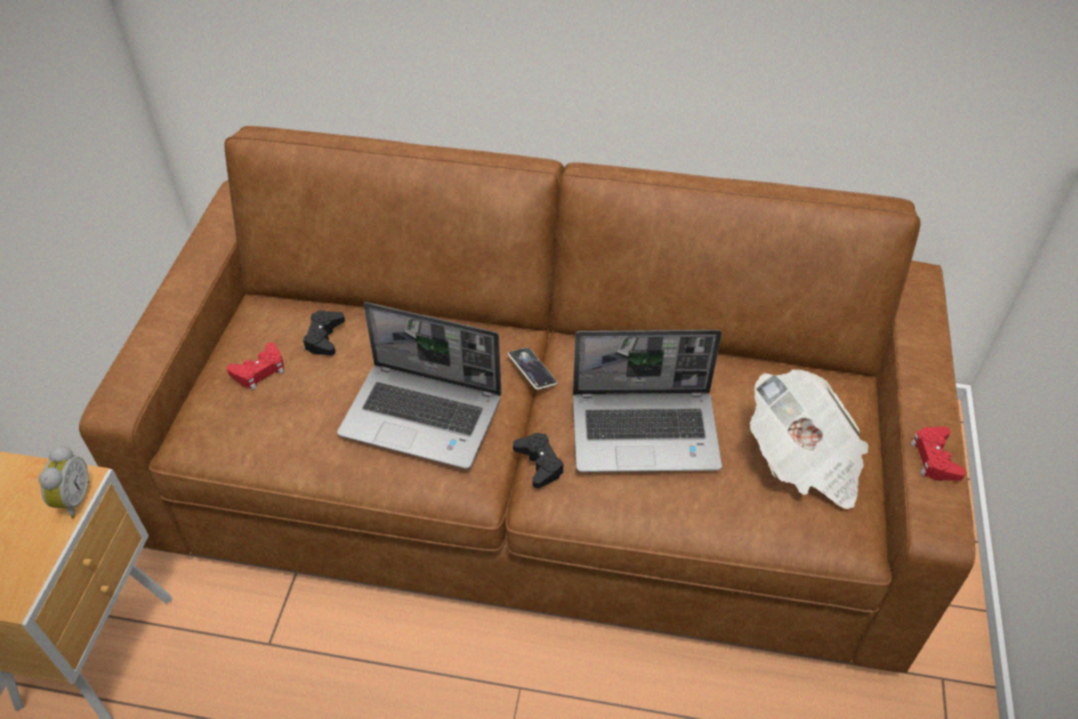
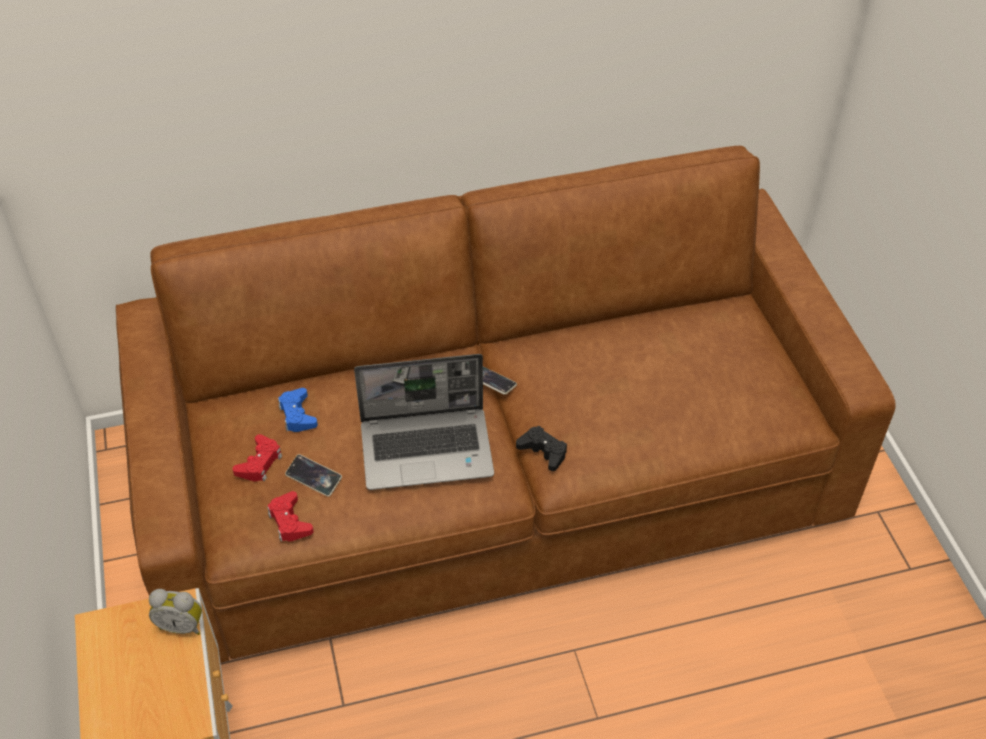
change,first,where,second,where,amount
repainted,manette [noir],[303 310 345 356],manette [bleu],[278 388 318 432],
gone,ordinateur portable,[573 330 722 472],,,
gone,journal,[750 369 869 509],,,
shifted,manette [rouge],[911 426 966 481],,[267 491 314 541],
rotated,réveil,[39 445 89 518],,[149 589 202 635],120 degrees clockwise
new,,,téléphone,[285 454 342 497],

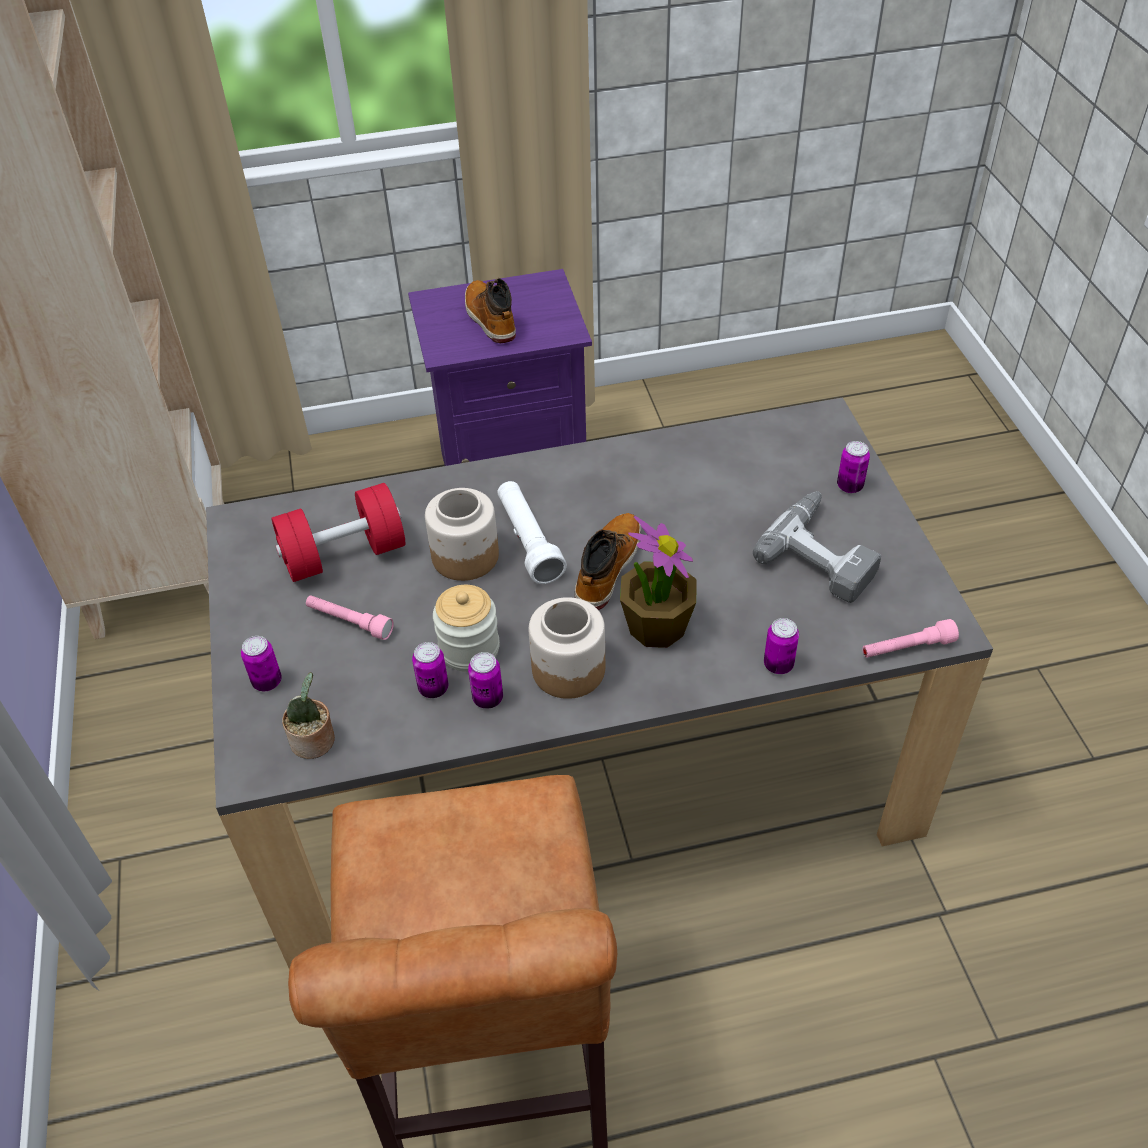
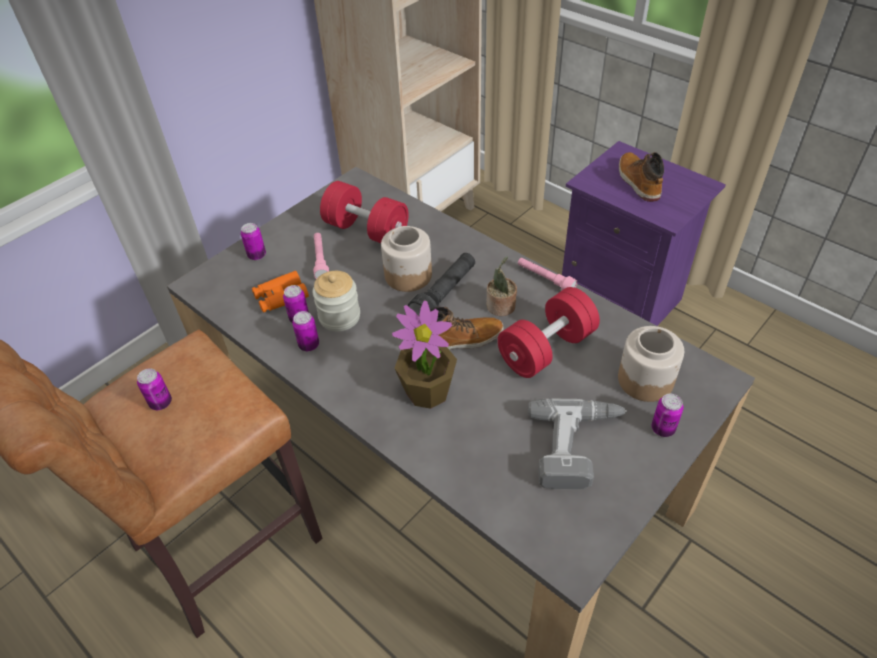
change,first,where,second,where,amount
rotated,botte,[465 278 516 343],,[619 152 664 202],45 degrees counterclockwise
repainted,lampe de poche [blanc],[497 481 567 584],lampe de poche [noir],[408 253 475 316],
shifted,bocal,[529 597 605 699],,[618 326 684 402],
shifted,boîte métallique,[764 618 799 674],,[137 368 172 410],
shifted,lampe de poche [rose],[862 619 959 658],,[518 258 577 290],
shifted,plante en pot,[282 672 335 759],,[486 256 517 316],
new,,,jumelles [orange],[252 271 309 313],
new,,,haltère [rouge],[497 287 600 378],

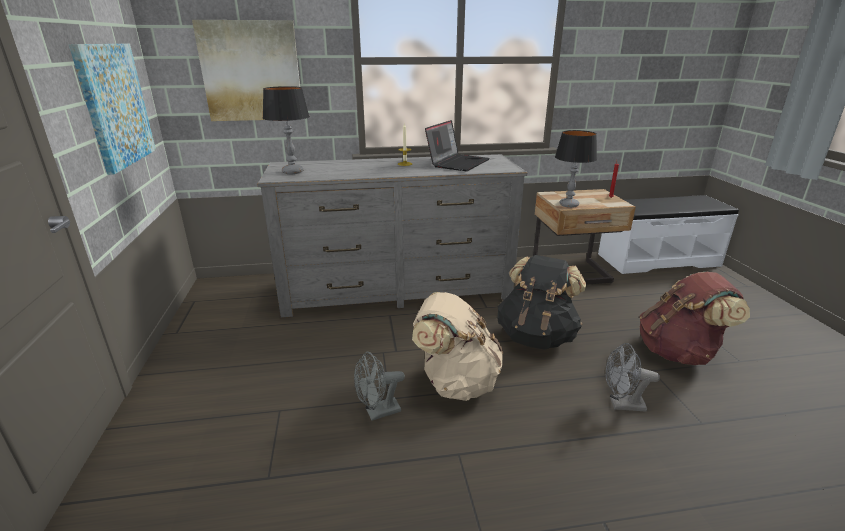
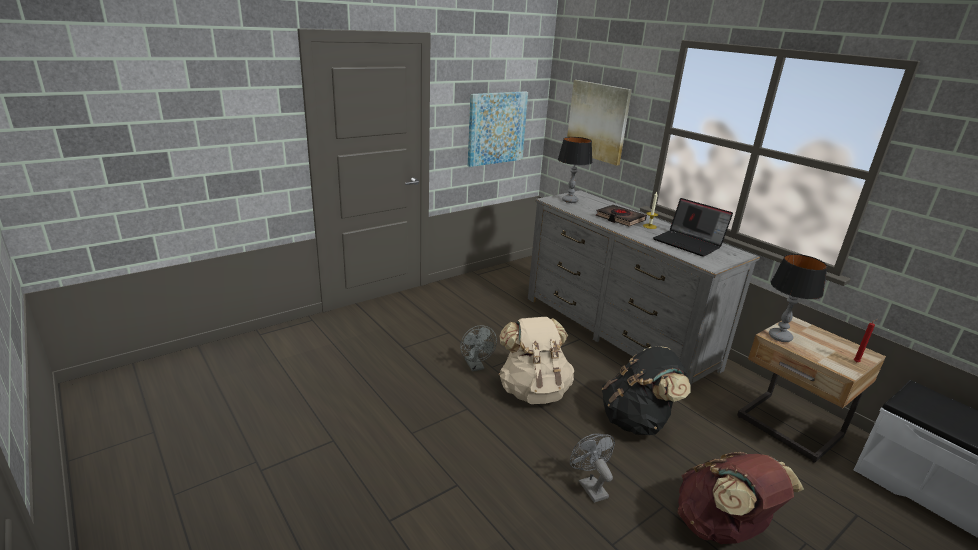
change,first,where,second,where,amount
rotated,ordinateur portable,[425 120 490 171],,[653 198 733 257],45 degrees clockwise
rotated,ventilateur [gris],[354 352 405 421],,[460 325 497 371],150 degrees counterclockwise
new,,,livre [noir],[596 205 647 227],

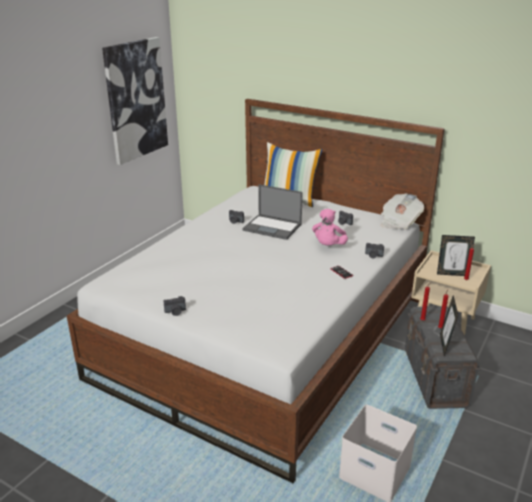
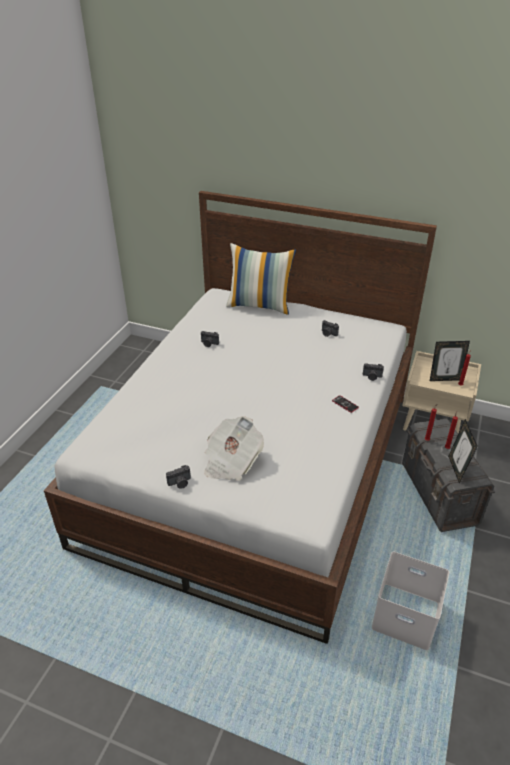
change,first,where,second,where,amount
gone,tableau,[102 37 168 165],,,
gone,ordinateur portable,[243 184 303 240],,,
shifted,journal,[381 194 424 229],,[204 416 264 481],
gone,peluche [rose],[312 209 348 246],,,

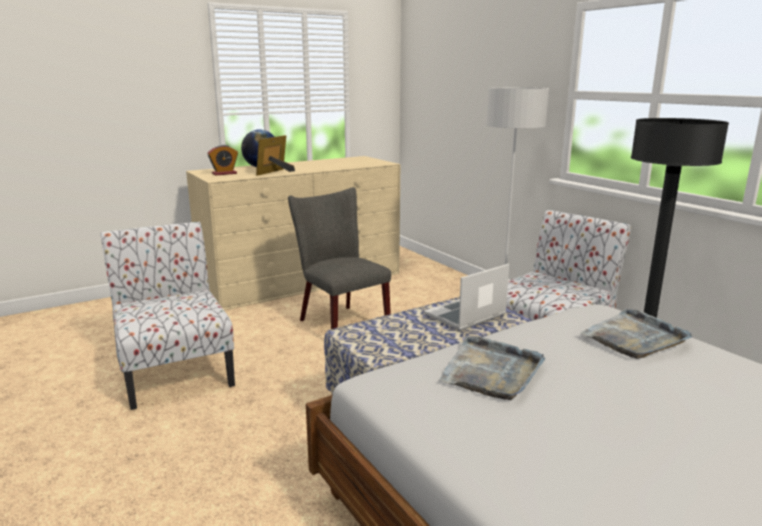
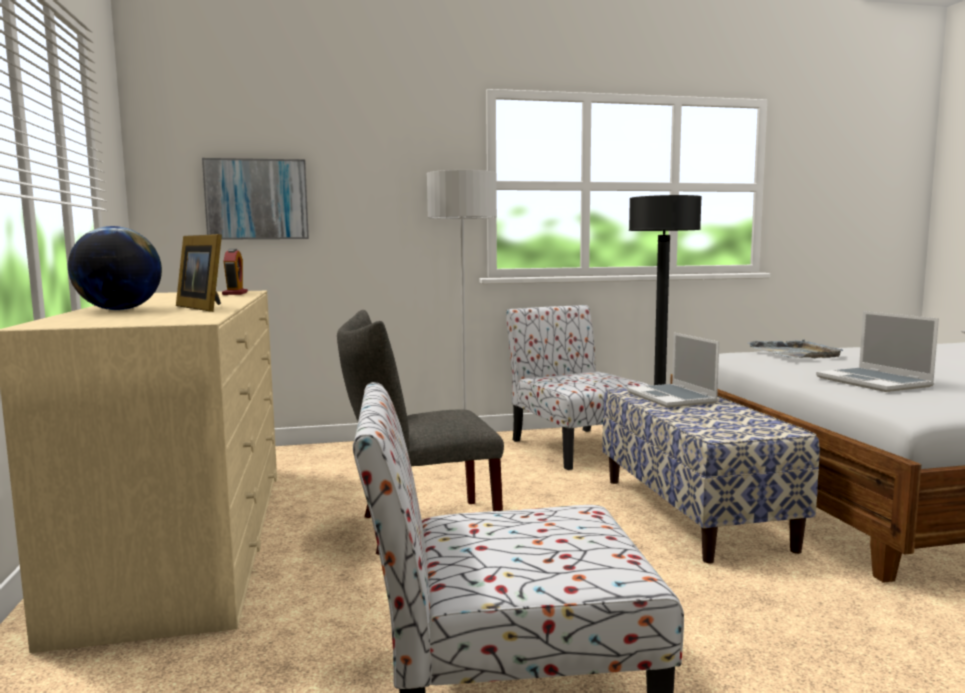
change,first,where,second,where,amount
shifted,réveil,[207 145 238 176],,[222 249 248 295],
swapped,plateau [gris],[439 335 545 400],ordinateur portable,[816 311 939 392],
new,,,tableau,[202 158 309 240],

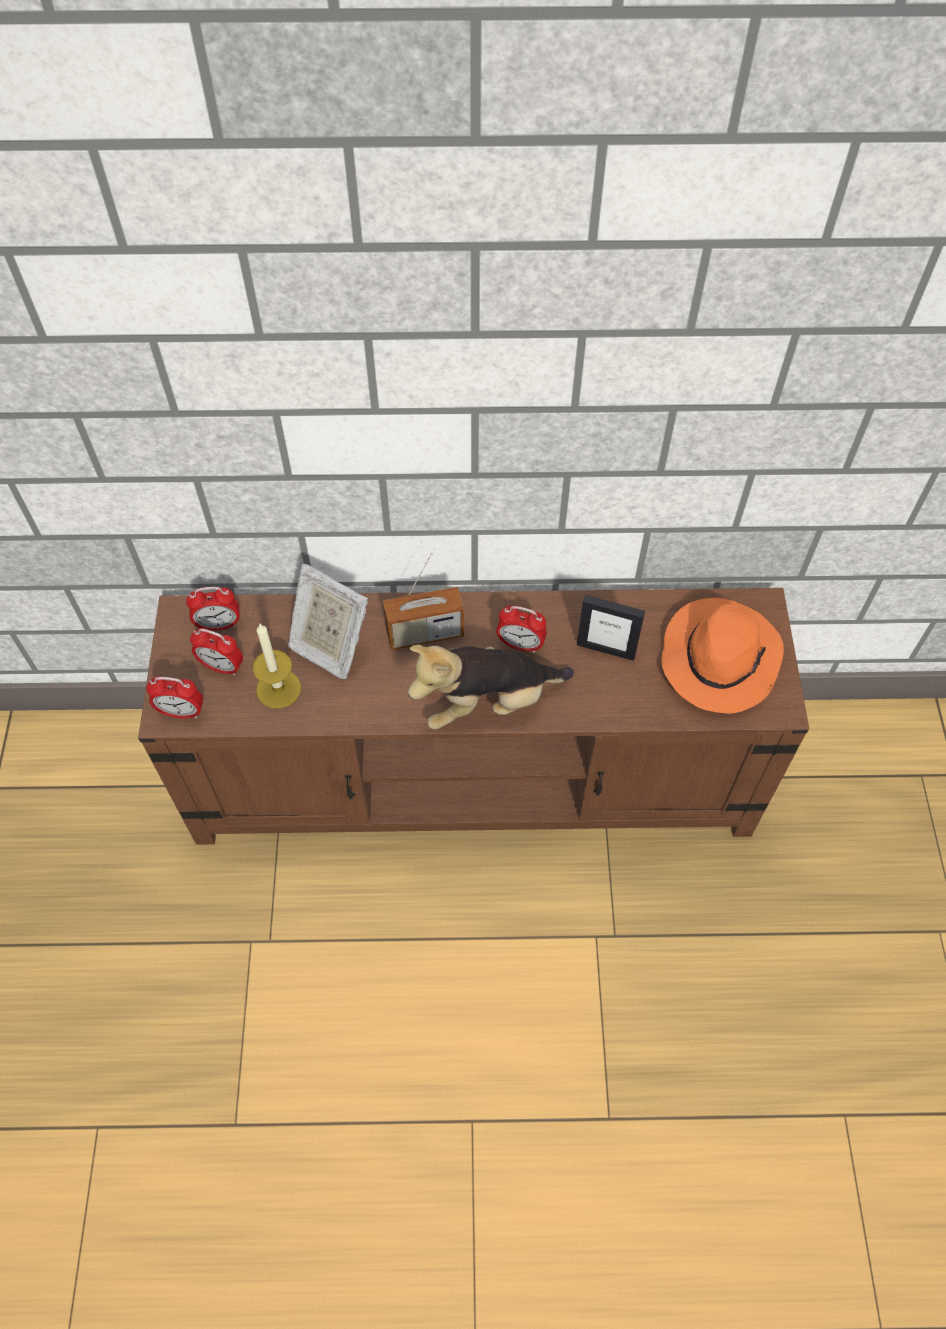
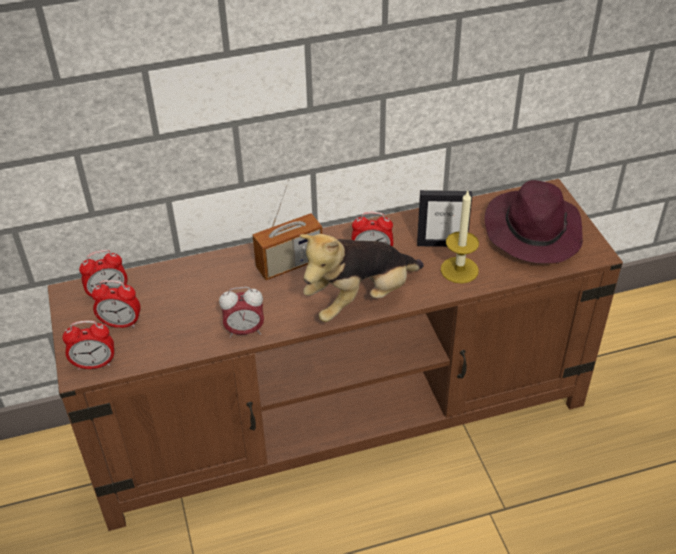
change,first,where,second,where,amount
gone,cadre photo,[288 564 368 679],,,
repainted,chapeau [orange],[661 598 784 714],chapeau [violet],[485 180 583 263],
shifted,bougie,[253 623 301 709],,[441 191 479 283],
new,,,réveil,[219 287 264 338],

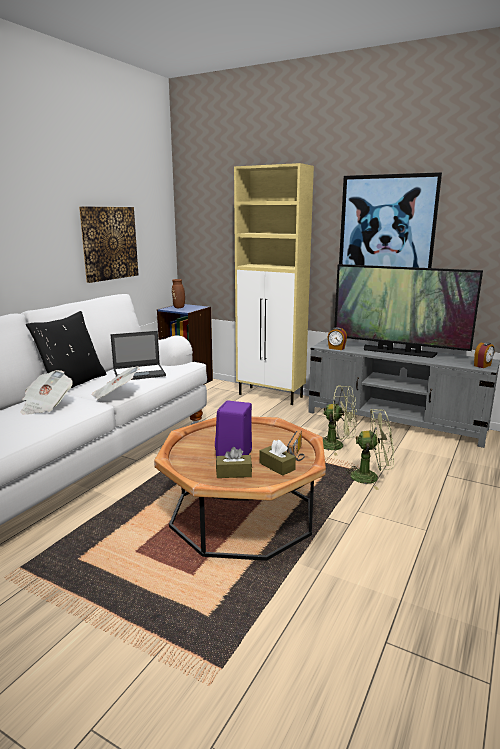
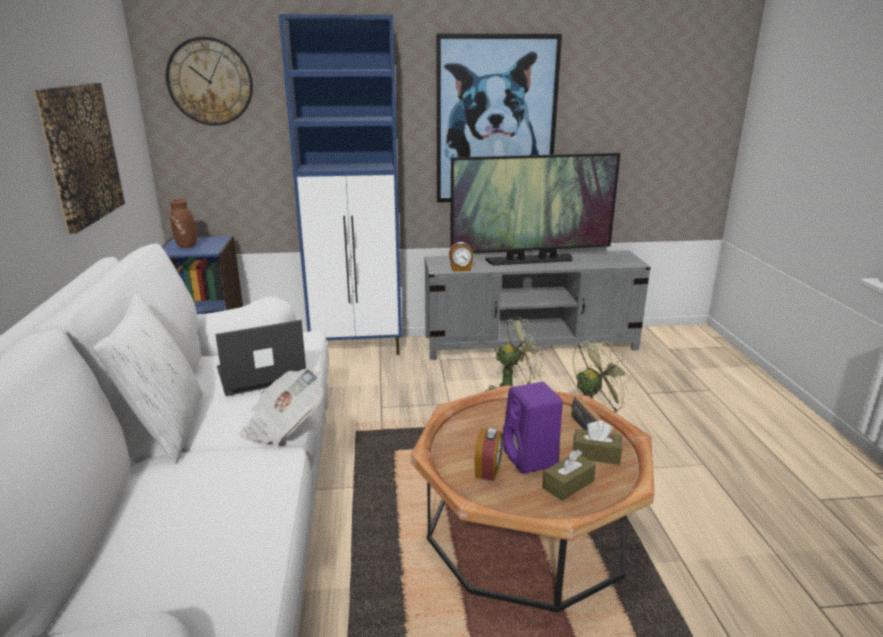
change,first,where,second,where,amount
repainted,meuble de rangement [beige],[234 163 314 405],meuble de rangement [bleu],[279 14 402 355],
repainted,coussin [noir],[26 311 106 388],coussin [blanc],[94 294 202 463],
rotated,ordinateur portable,[110 331 166 380],,[215 320 306 396],150 degrees counterclockwise
shifted,réveil,[474 342 495 368],,[475 428 503 481],
gone,journal,[20 370 73 415],,,
new,,,horloge murale,[166 37 253 126],

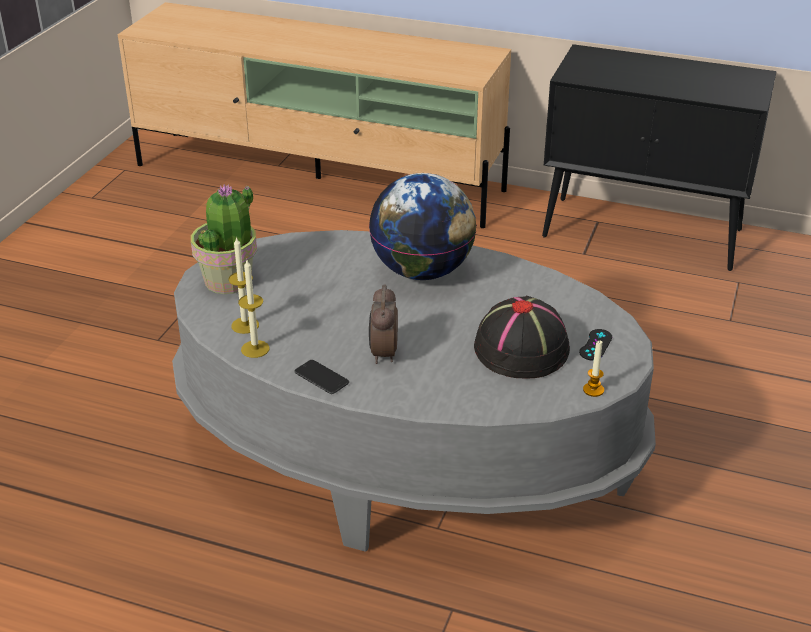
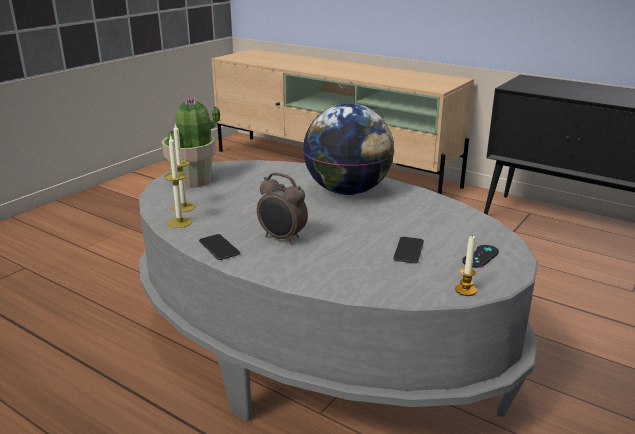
change,first,where,second,where,amount
rotated,réveil,[369 285 398 364],,[257 173 308 245],75 degrees counterclockwise
swapped,chapeau [noir],[474 296 570 379],téléphone,[393 237 424 263],

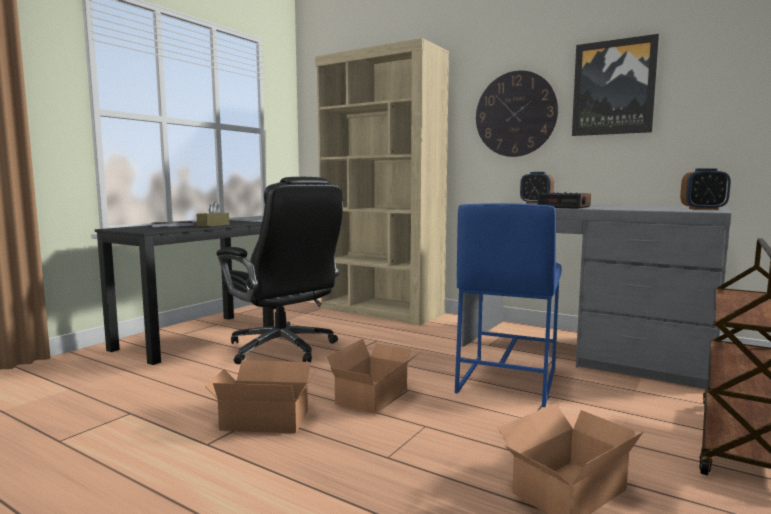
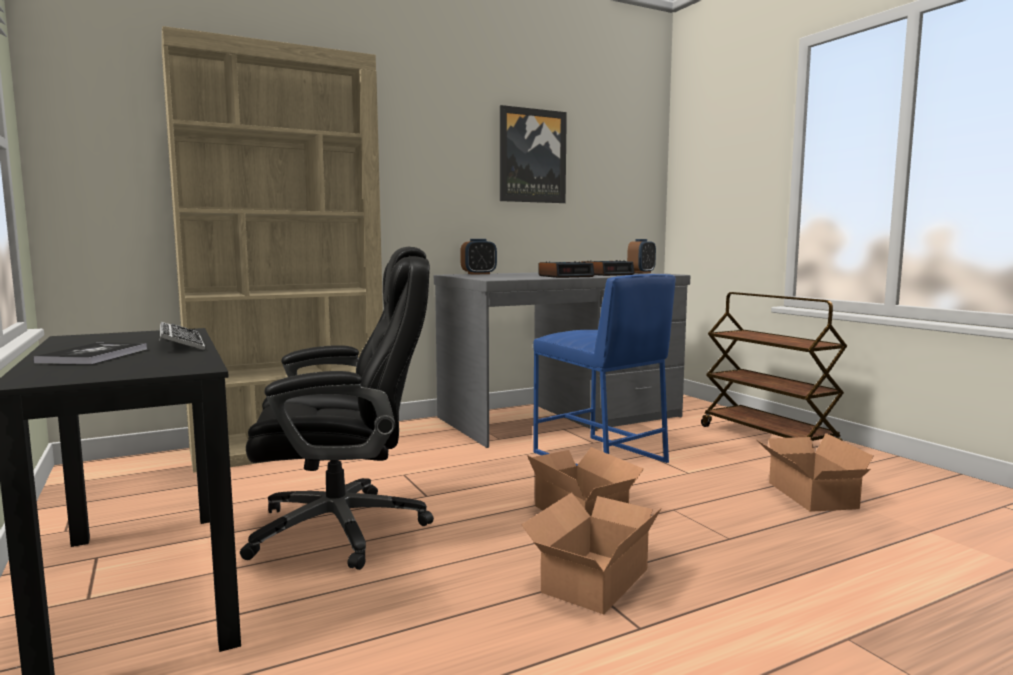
change,first,where,second,where,amount
gone,horloge murale,[476 70 558 157],,,
swapped,boîte à mouchoirs [marron],[197 201 229 227],clavier,[159 322 205 350],
new,,,réveil,[582 260 635 276],

